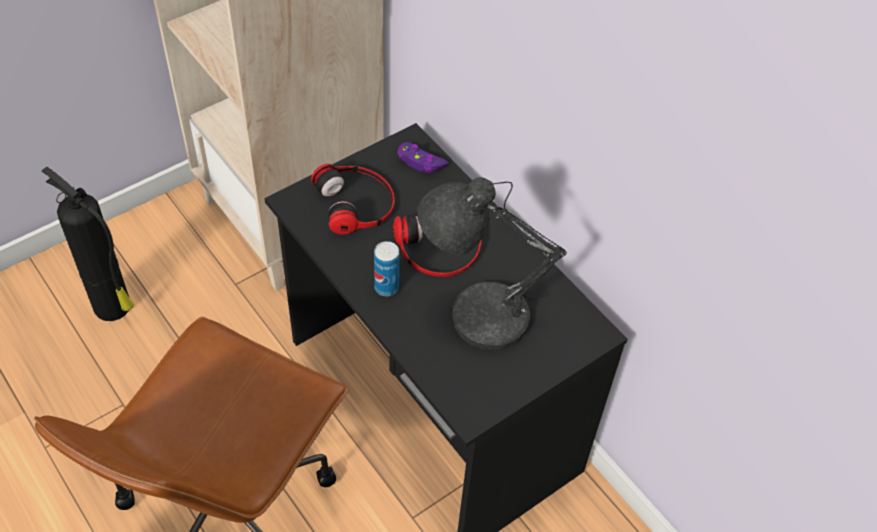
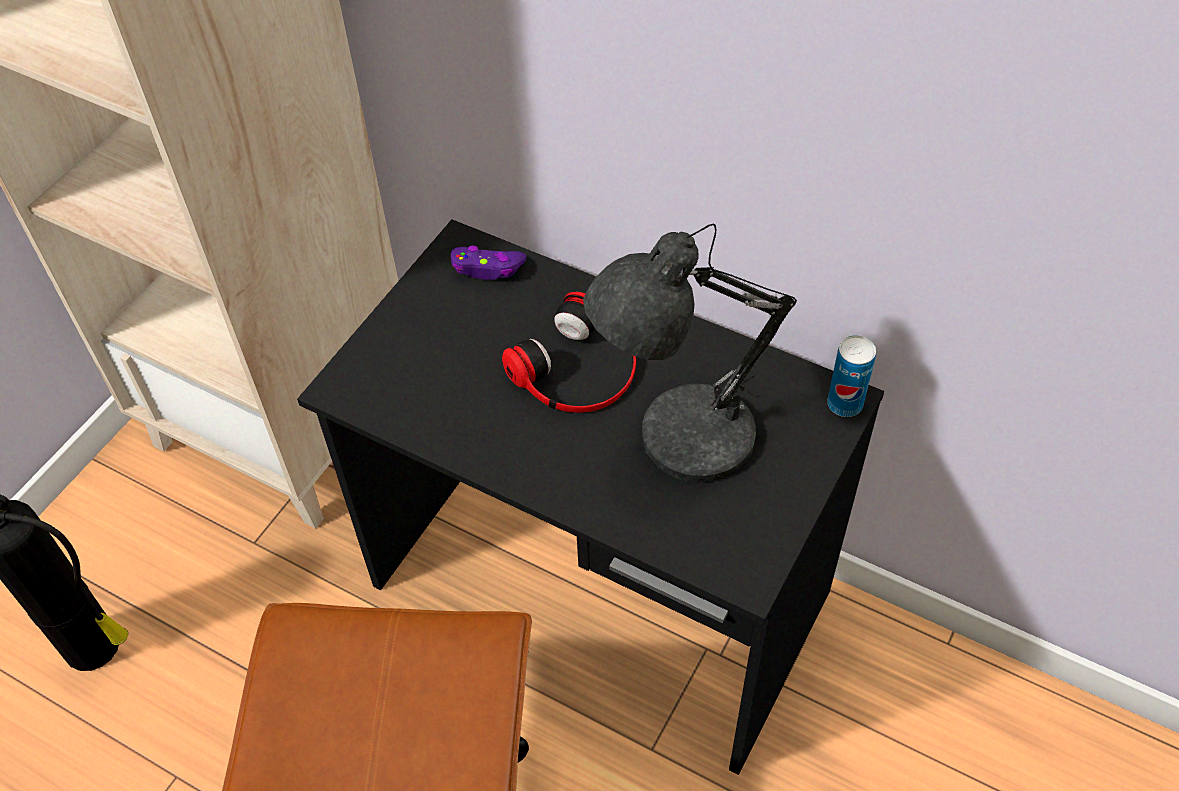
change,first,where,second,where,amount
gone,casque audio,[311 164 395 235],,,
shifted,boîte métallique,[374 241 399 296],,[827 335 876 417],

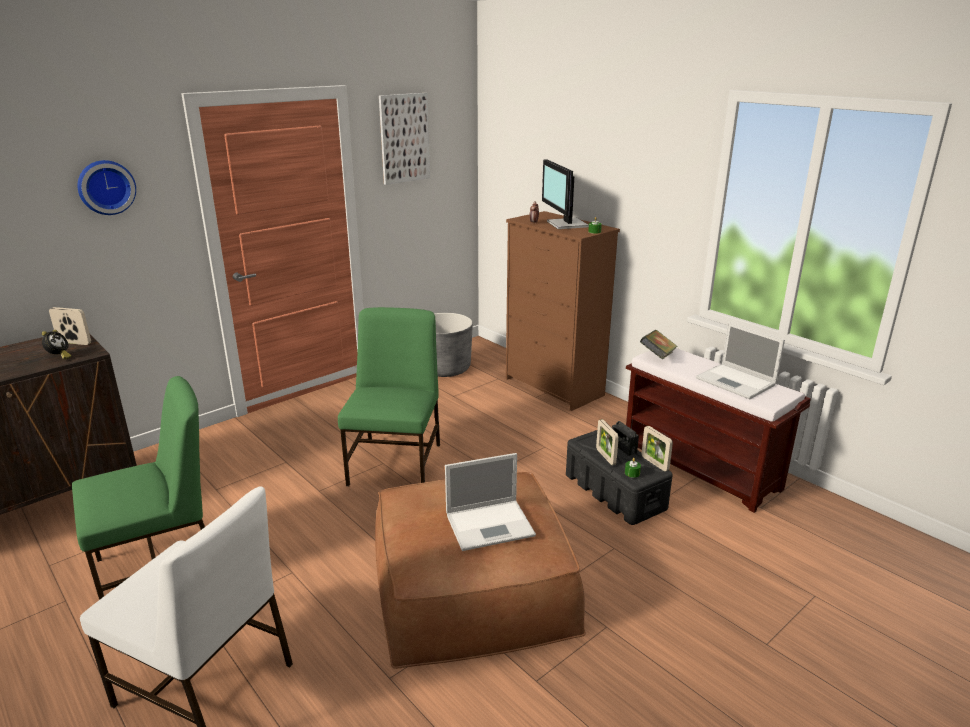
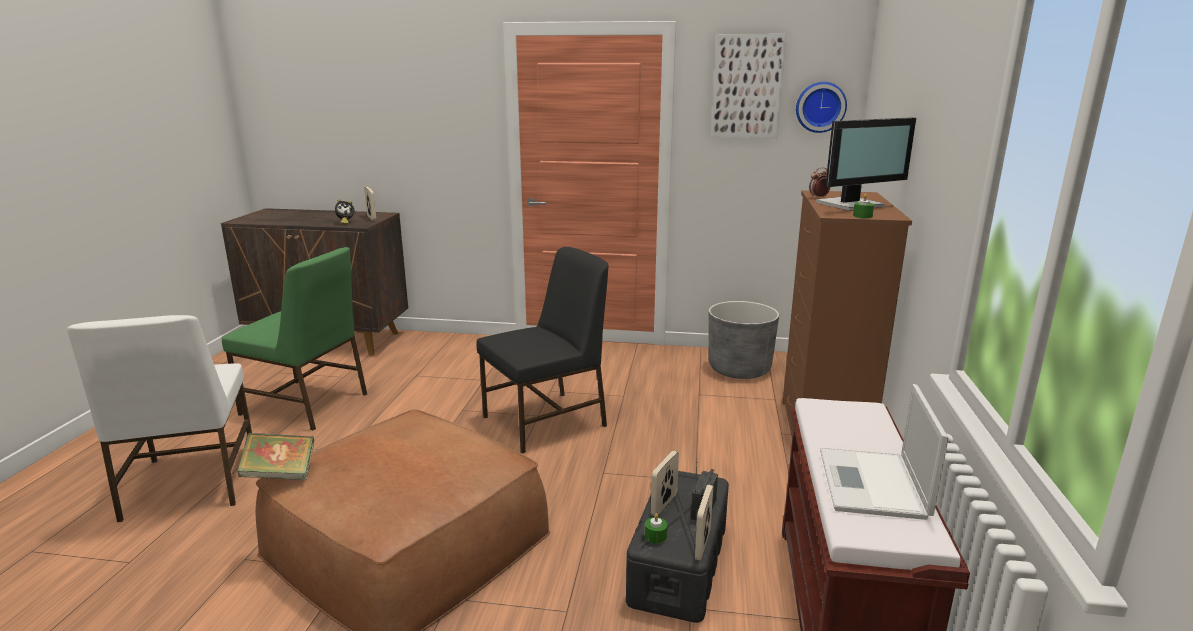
change,first,where,second,where,amount
rotated,écran d'ordinateur,[542 159 589 229],,[816 117 916 211],150 degrees counterclockwise
shifted,horloge murale,[77 160 136 215],,[796 82 847 133],
repainted,chaise [vert],[338 307 440 486],chaise [noir],[477 247 609 453],
shifted,livre,[640 330 678 360],,[237 433 314 480],
gone,ordinateur portable,[445 453 536 551],,,

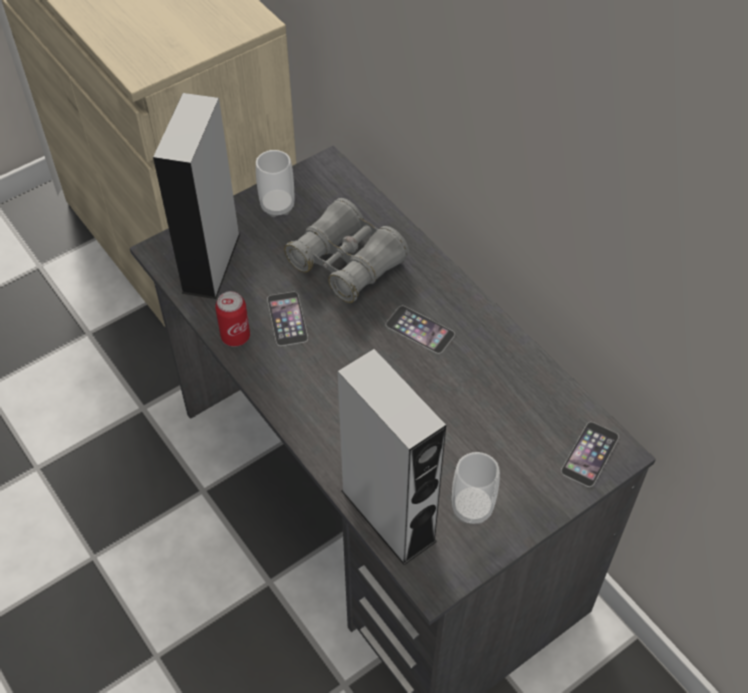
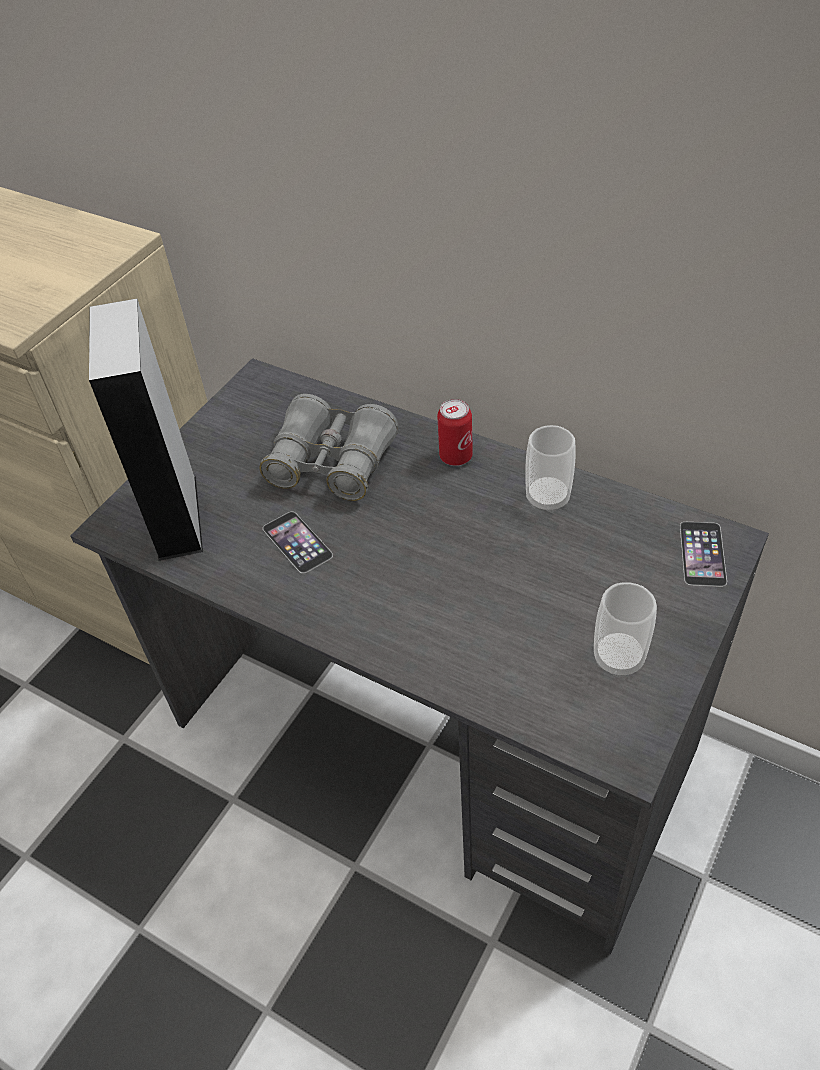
change,first,where,second,where,amount
shifted,tasse,[256 150 294 217],,[525 425 576 513],
shifted,boîte métallique,[215 291 250 347],,[437 399 473 466],
gone,téléphone,[386 306 455 354],,,
gone,enceinte [gris],[337 349 446 565],,,

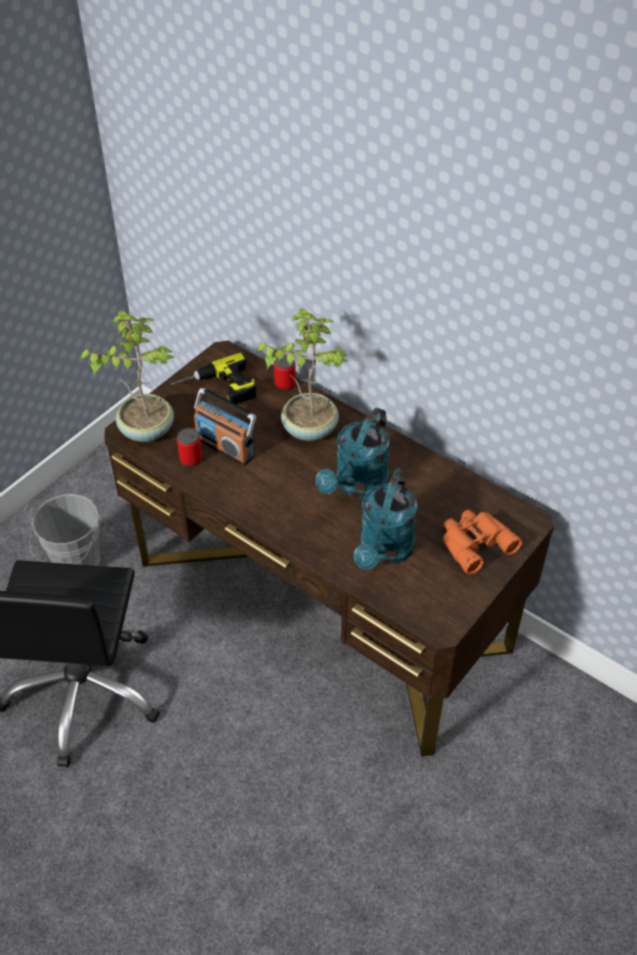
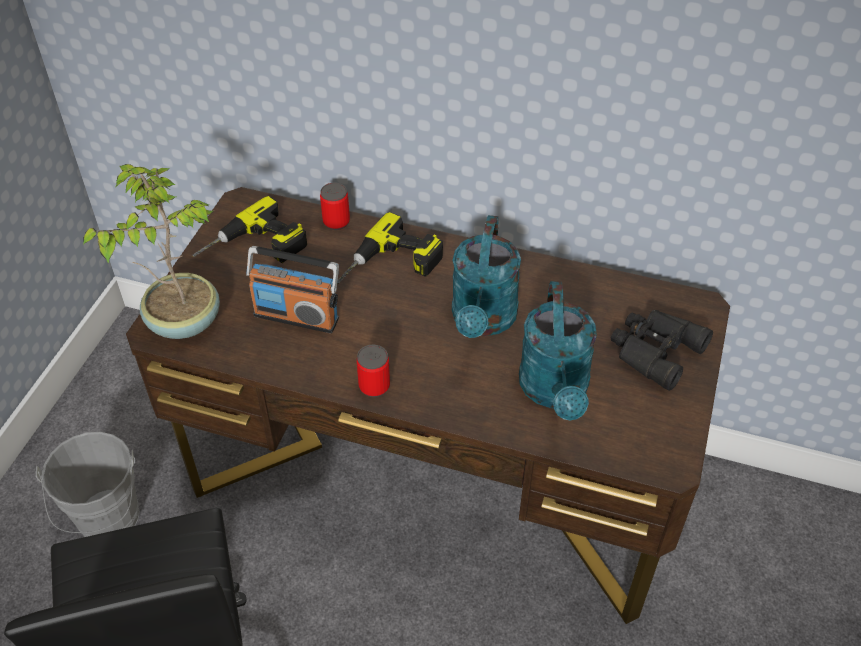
change,first,where,second,where,amount
swapped,plante en pot,[256 308 348 441],perceuse,[337 212 443 283],
shifted,boîte métallique,[177 428 202 466],,[357 345 390 397],
repainted,jumelles [orange],[442 510 522 575],jumelles [noir],[611 310 713 391],

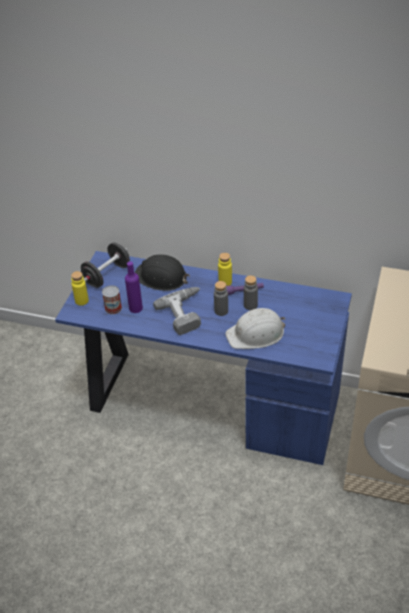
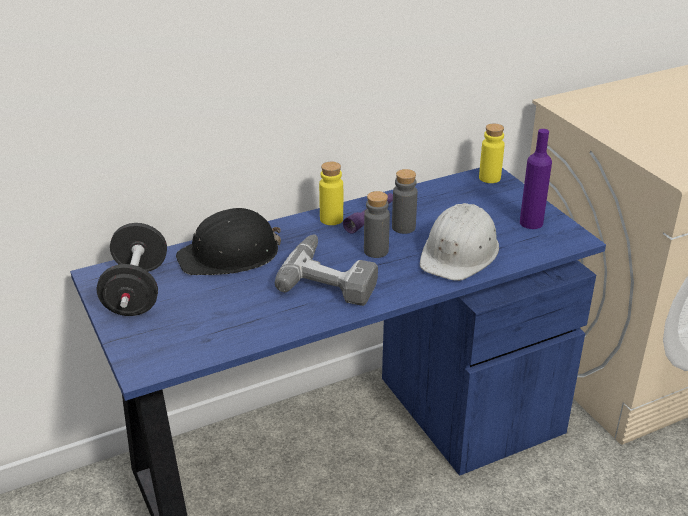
change,first,where,second,where,amount
shifted,bouteille [violet],[125 261 143 313],,[520 129 552 229],
shifted,bouteille [jaune],[71 271 89 306],,[479 124 505 183],
gone,boîte métallique,[102 285 122 314],,,

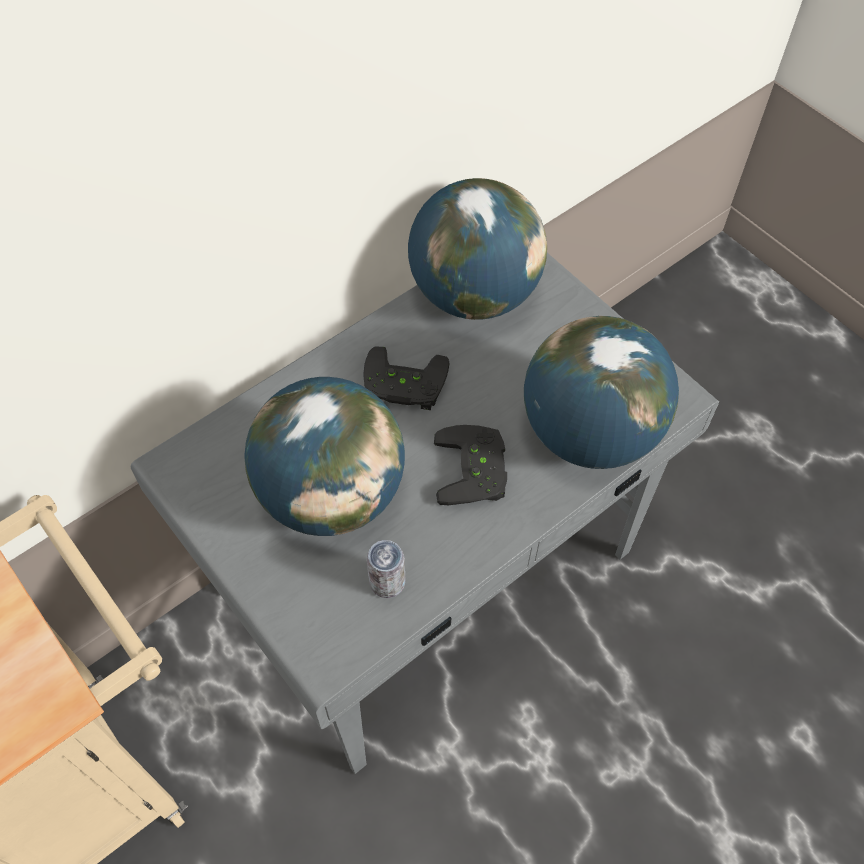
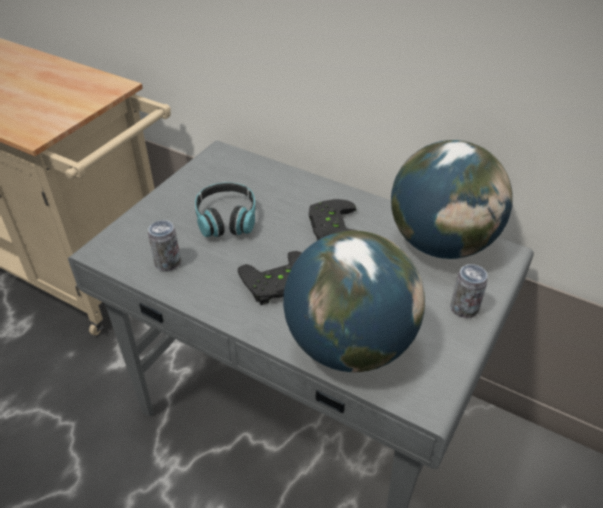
change,first,where,second,where,amount
swapped,globe,[244 377 405 536],casque audio,[195 182 256 237],
new,,,boîte métallique,[450 264 488 318],

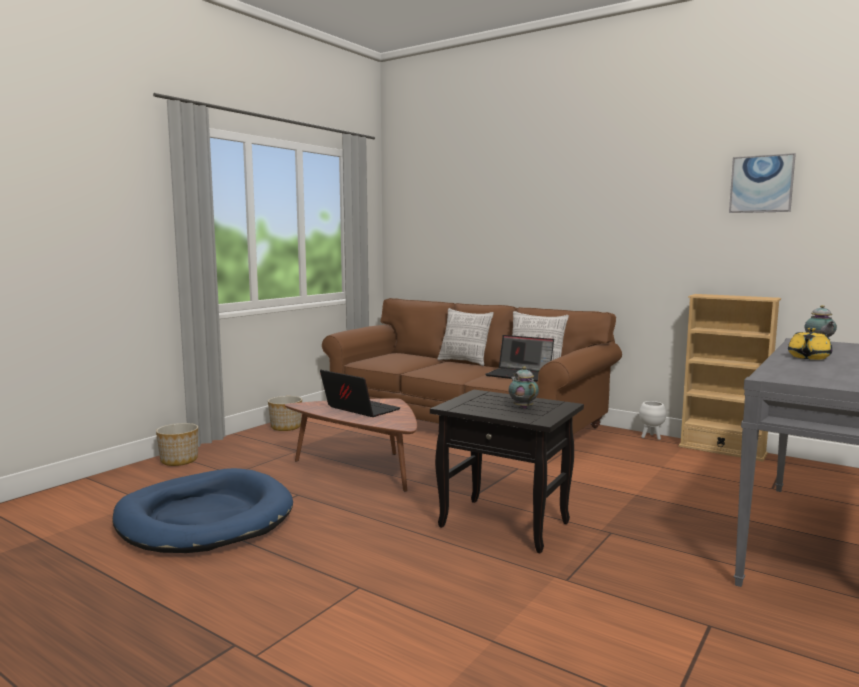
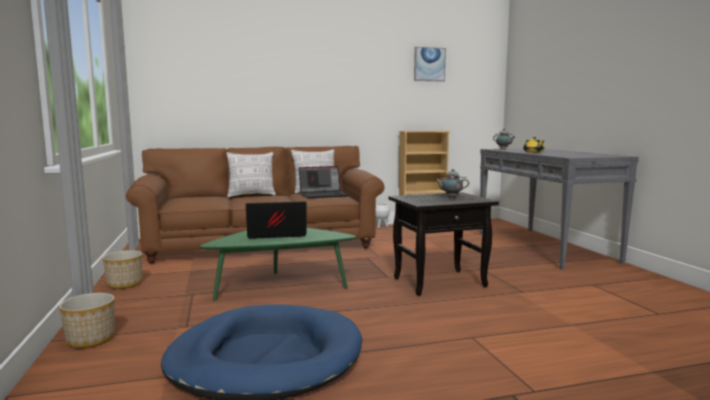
change,first,where,second,where,amount
repainted,table basse [marron],[285 398 417 492],table basse [vert],[200 228 356 301],

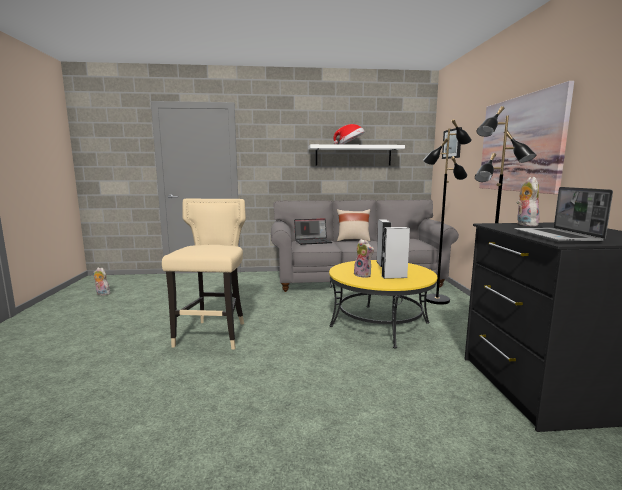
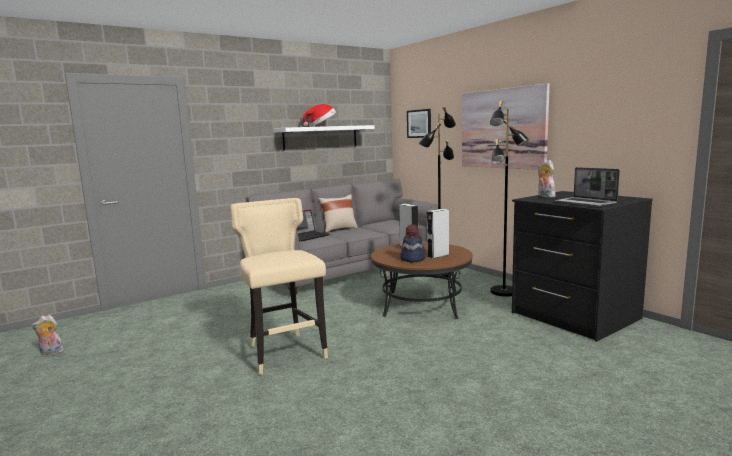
change,first,where,second,where,amount
swapped,peluche,[354 239 374 278],chapeau,[400 224 426 262],
repainted,table basse [jaune],[329 260 437 348],table basse [marron],[371 243 473 319],

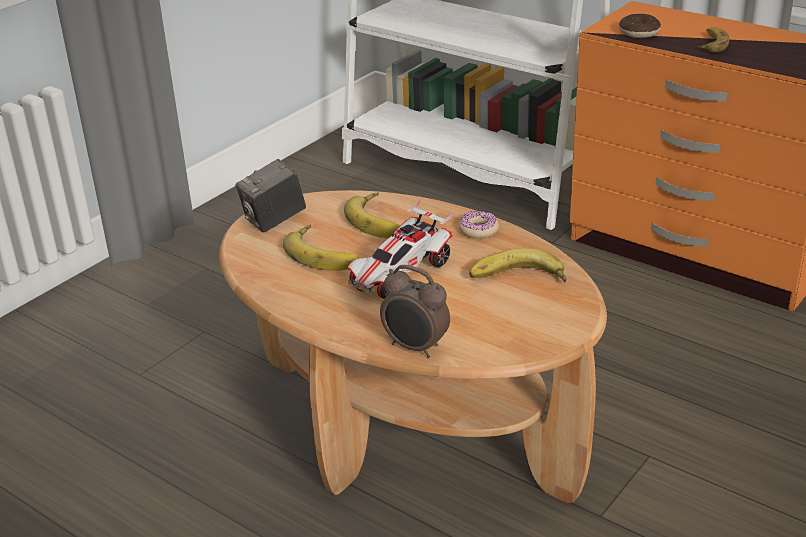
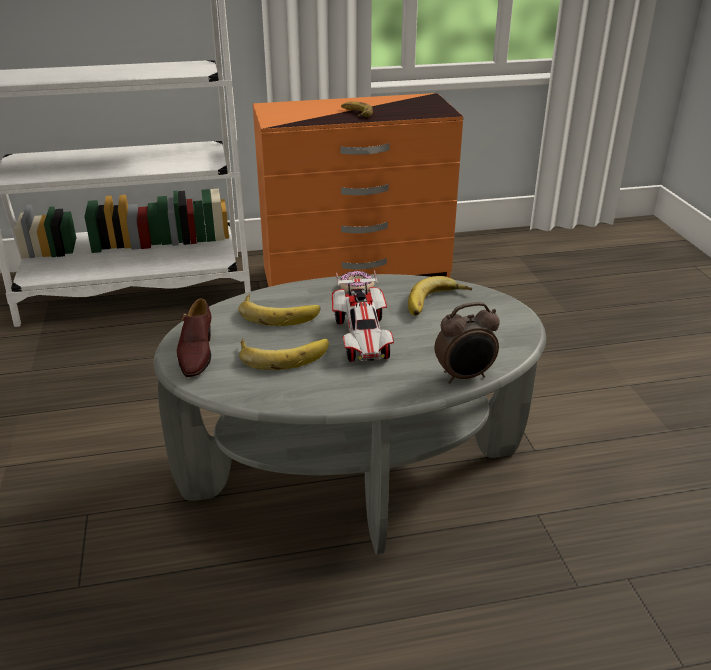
change,first,where,second,where,amount
gone,beignet,[619 14 661 38],,,
swapped,appareil photo,[235 159 306 233],chaussure [marron],[177 298 211 377],
repainted,table basse [marron],[219 190 607 503],table basse [gris],[154 274 546 555],

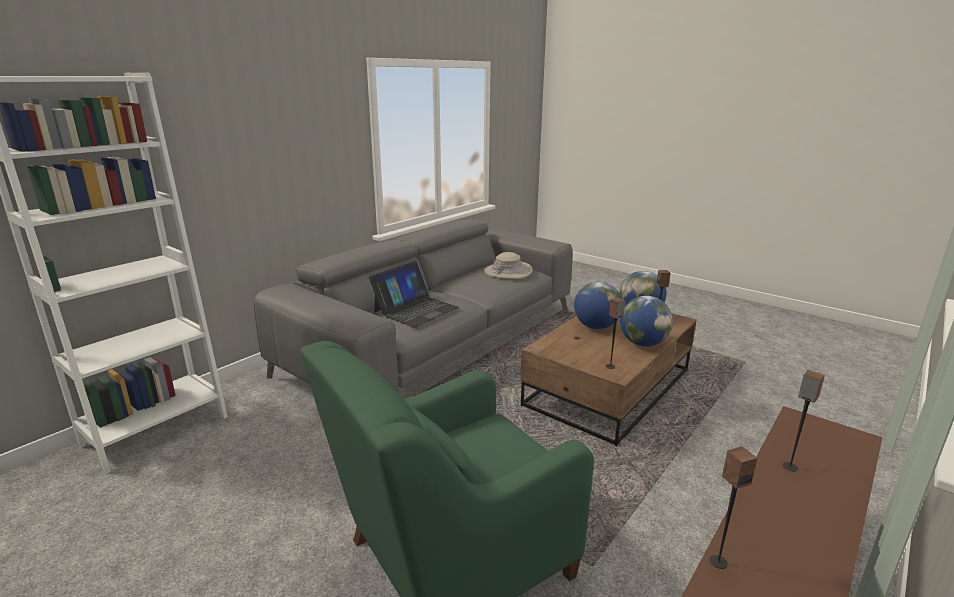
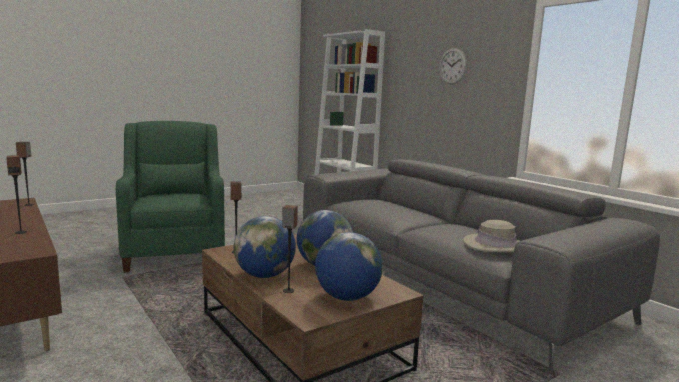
change,first,where,second,where,amount
gone,ordinateur portable,[369 261 459 328],,,
new,,,horloge murale,[439 48 467 84],

